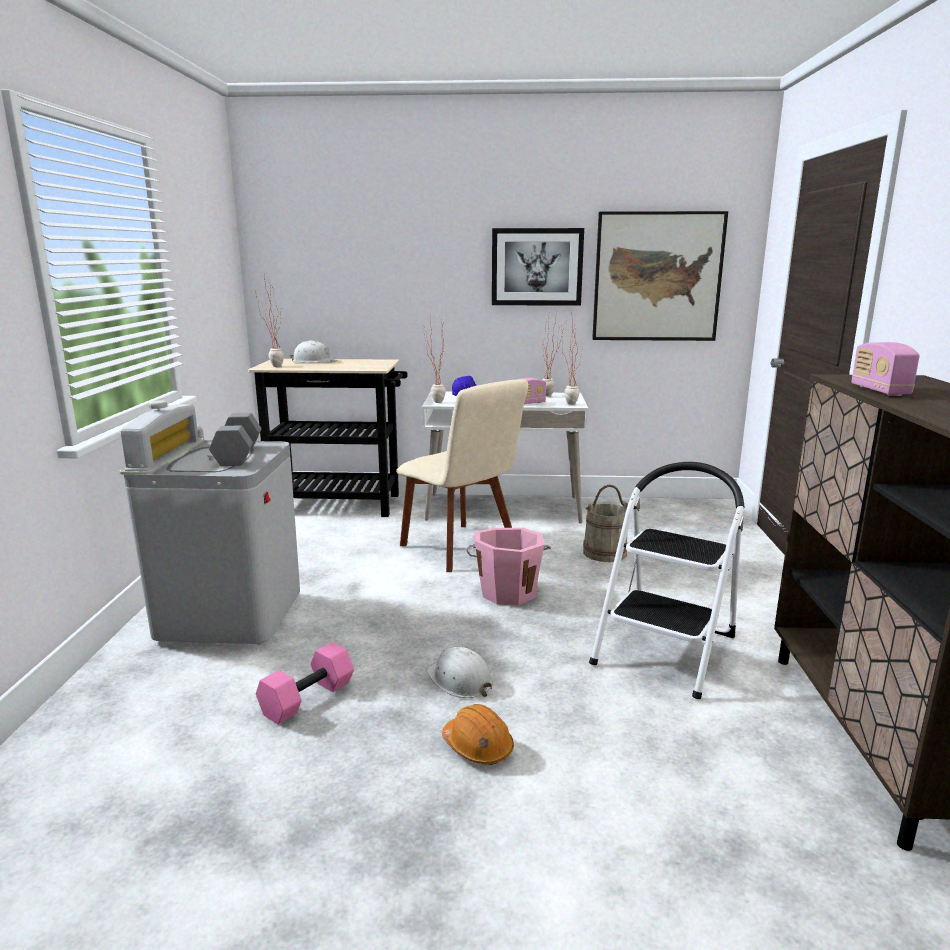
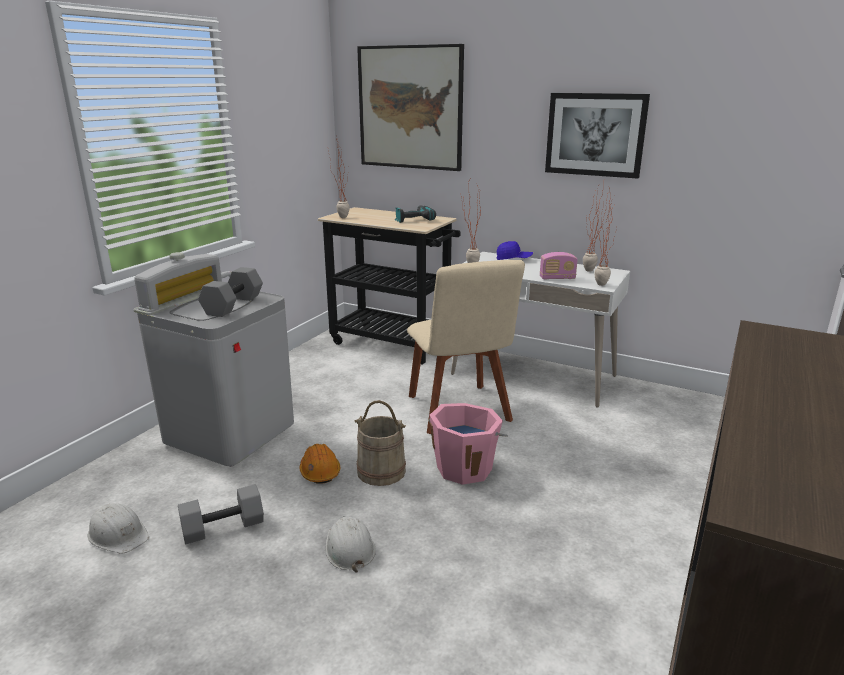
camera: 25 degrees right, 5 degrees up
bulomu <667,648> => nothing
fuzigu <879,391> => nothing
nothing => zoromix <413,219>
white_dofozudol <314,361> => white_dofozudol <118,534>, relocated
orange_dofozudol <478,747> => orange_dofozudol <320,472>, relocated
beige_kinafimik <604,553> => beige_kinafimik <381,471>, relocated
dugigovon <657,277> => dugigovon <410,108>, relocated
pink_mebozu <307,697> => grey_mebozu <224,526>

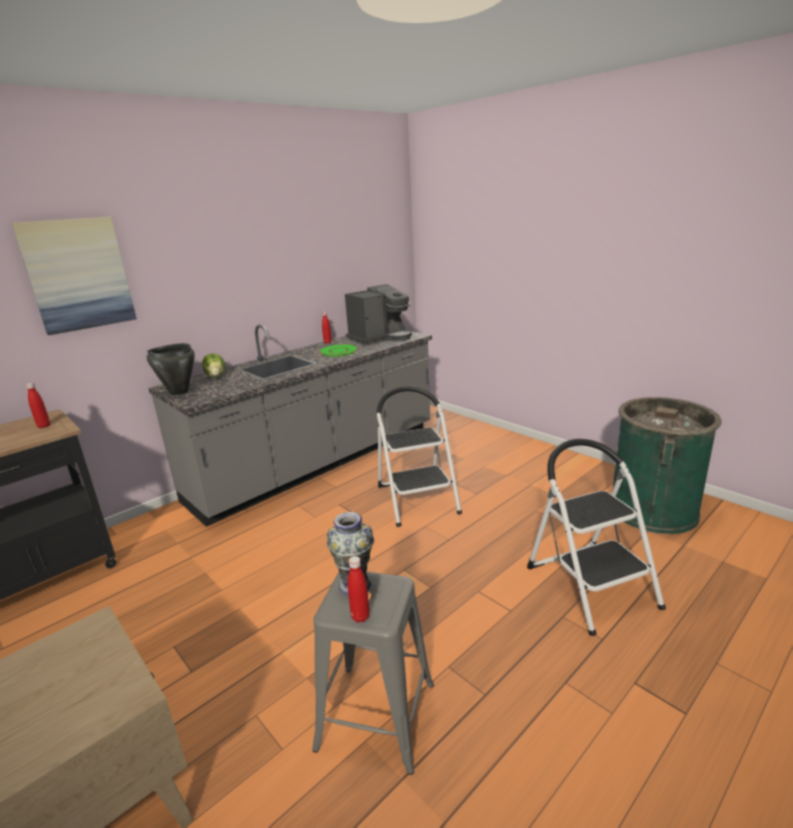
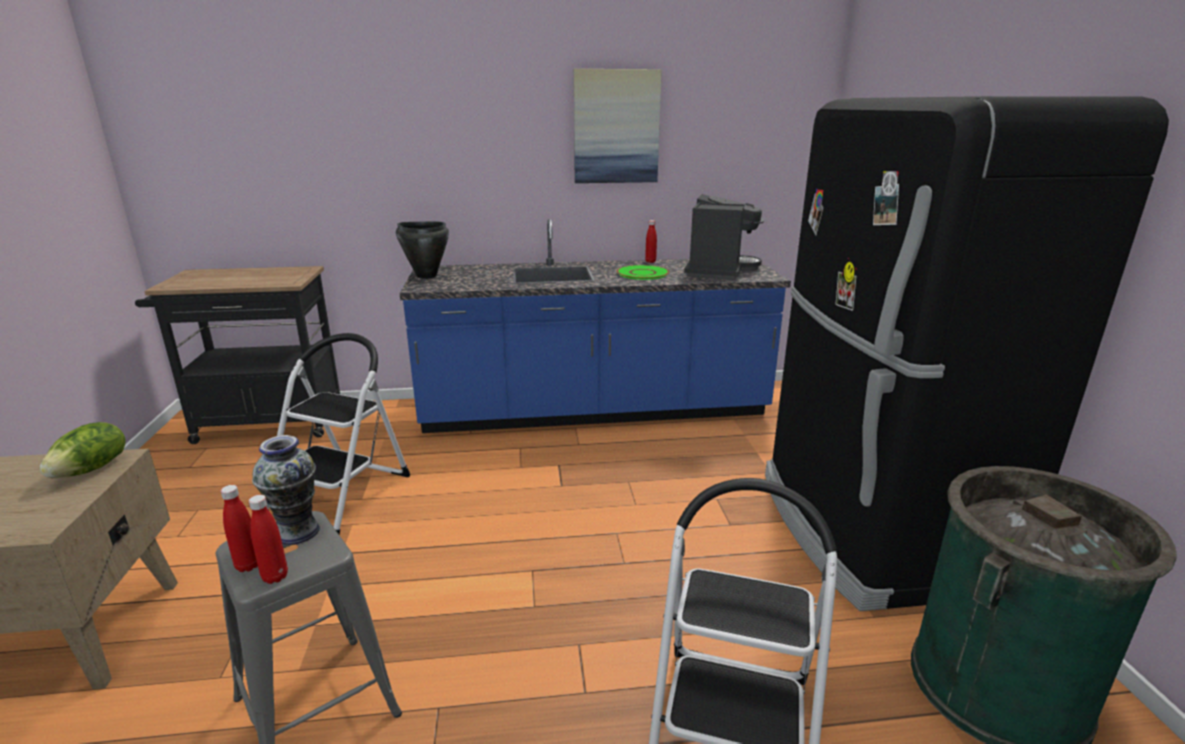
camera: 35 degrees right, 0 degrees up
nothing => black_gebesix <870,530>
dugigovon <78,274> => dugigovon <616,127>, relocated
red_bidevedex <44,426> => red_bidevedex <275,577>, relocated
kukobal <216,376> => kukobal <92,469>, relocated
bulomu <417,498> => bulomu <343,492>, relocated
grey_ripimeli <319,463> => blue_ripimeli <594,411>
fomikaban <380,338> => fomikaban <718,270>, 75 degrees counterclockwise

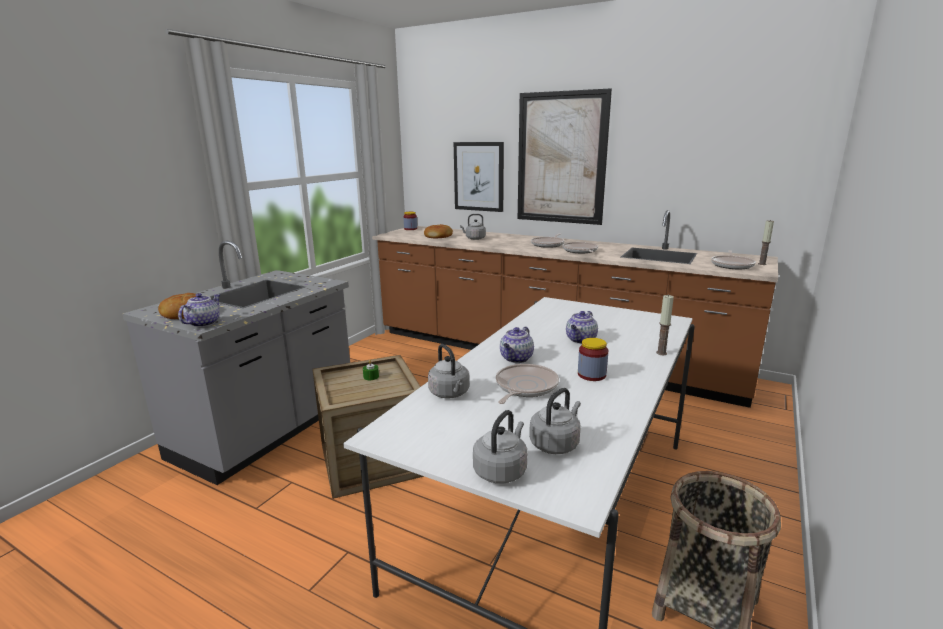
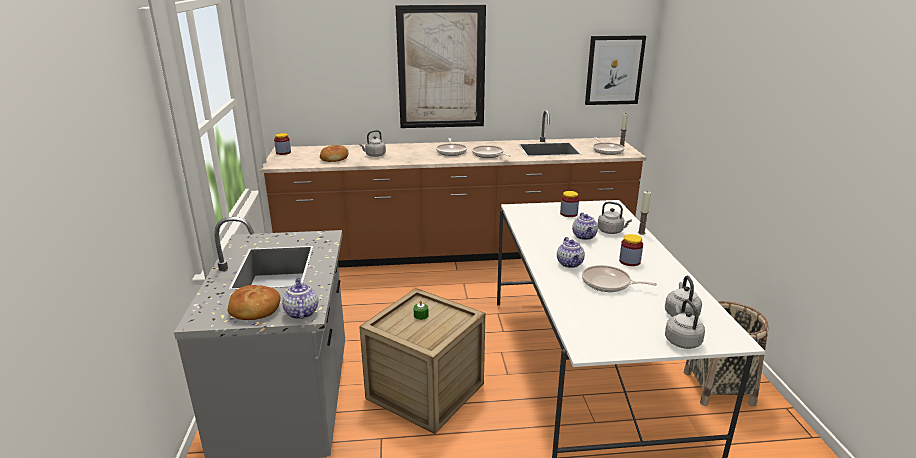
camera: 35 degrees left, 5 degrees up
nothing => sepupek <568,214>
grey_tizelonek <450,394> => grey_tizelonek <611,231>, relocated
dugigovon <479,176> => dugigovon <614,70>, relocated
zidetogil <524,387> => zidetogil <608,283>, 60 degrees counterclockwise

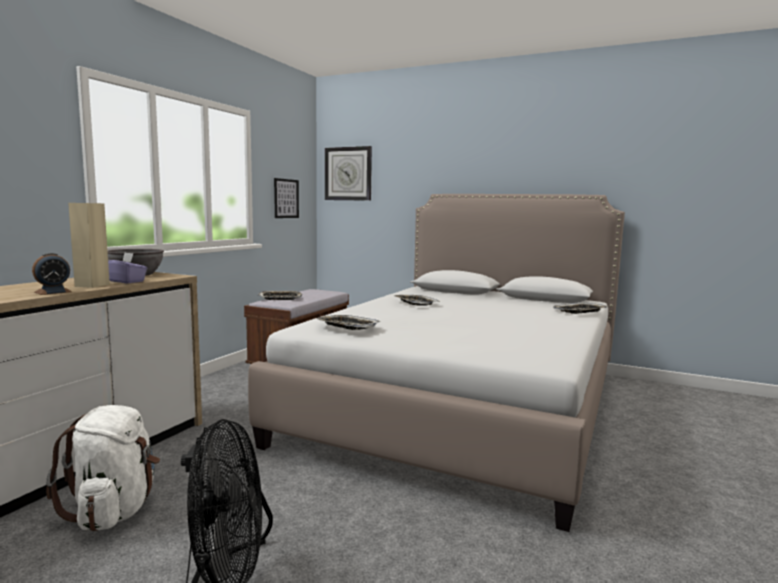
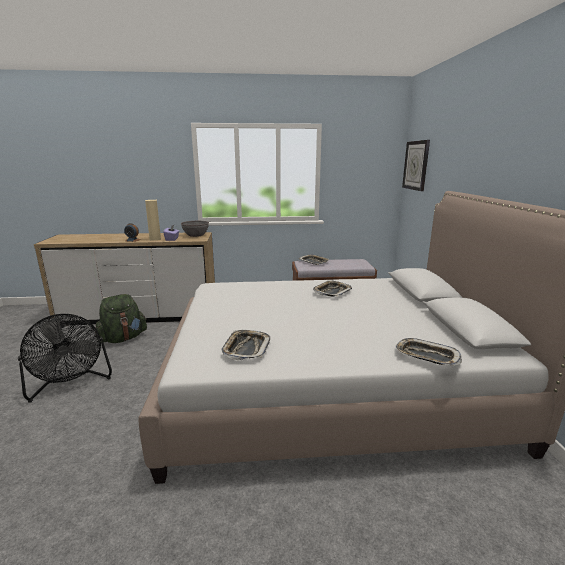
camera: 60 degrees right, 10 degrees up
dugigovon <286,198> => nothing
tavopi <347,326> => tavopi <246,348>, relocated
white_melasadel <114,510> => green_melasadel <123,338>

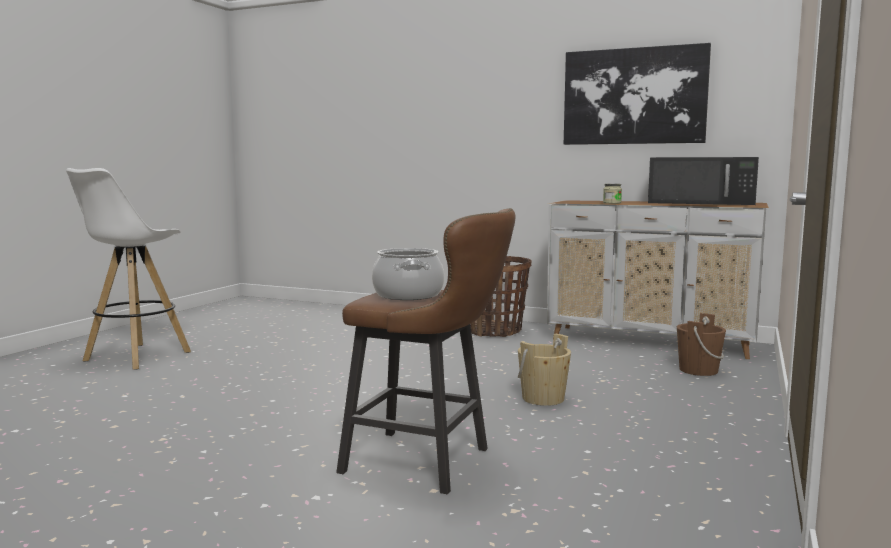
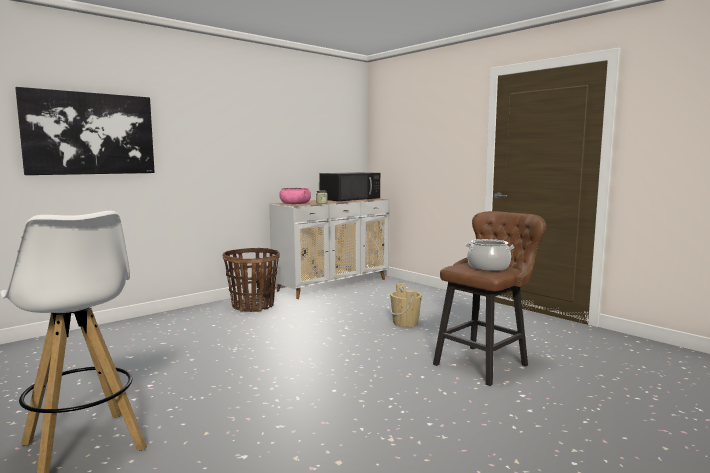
camera: 65 degrees left, 0 degrees up
brown_kinafimik <698,370> => nothing
nothing => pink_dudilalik <295,203>
dugigovon <634,96> => dugigovon <90,133>, relocated

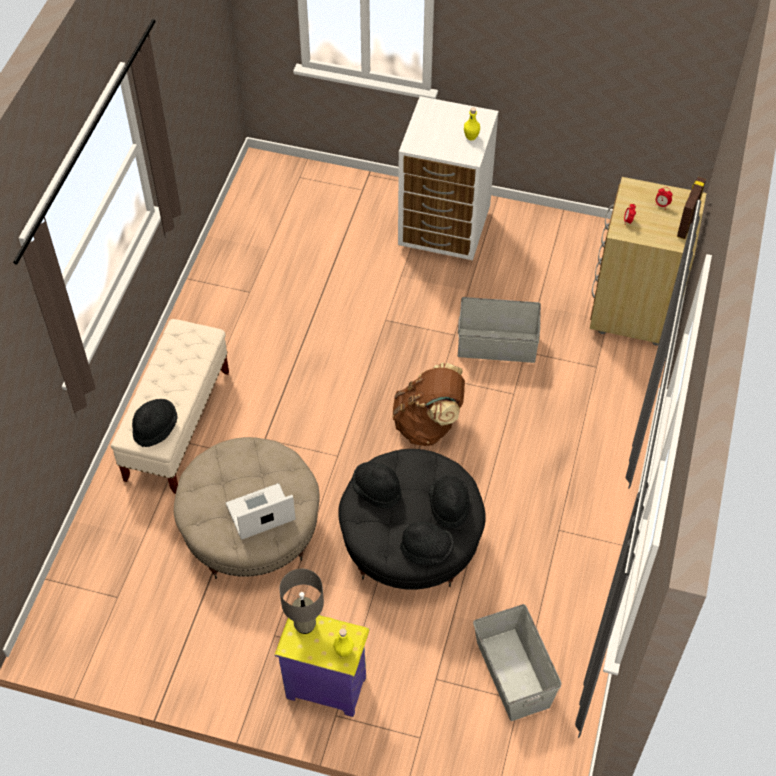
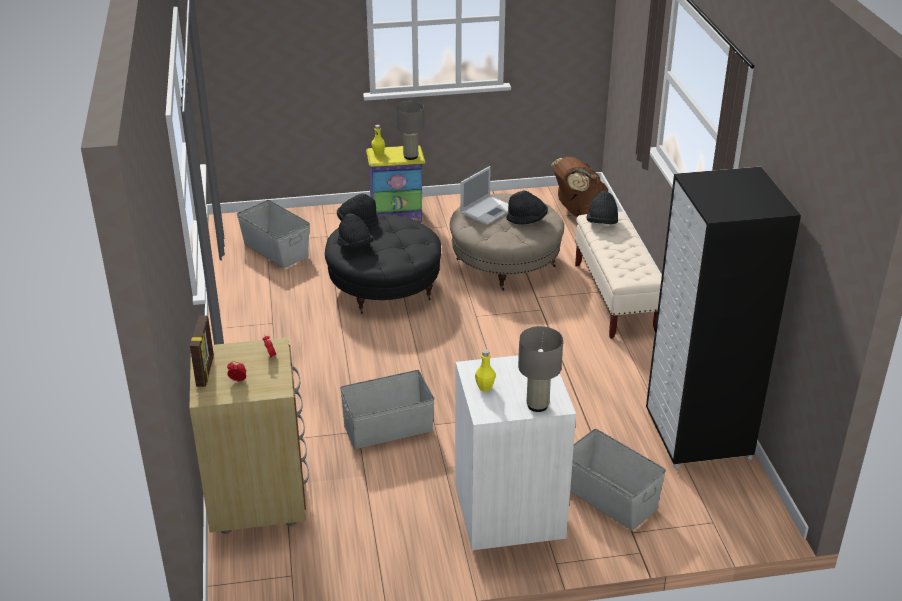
camera: 155 degrees right, 20 degrees down
nothing => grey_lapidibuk <538,405>
nothing => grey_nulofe <609,498>
nothing => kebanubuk <698,436>
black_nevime <377,490> => black_nevime <527,220>, relocated
brown_melasadel <428,424> => brown_melasadel <578,212>, relocated

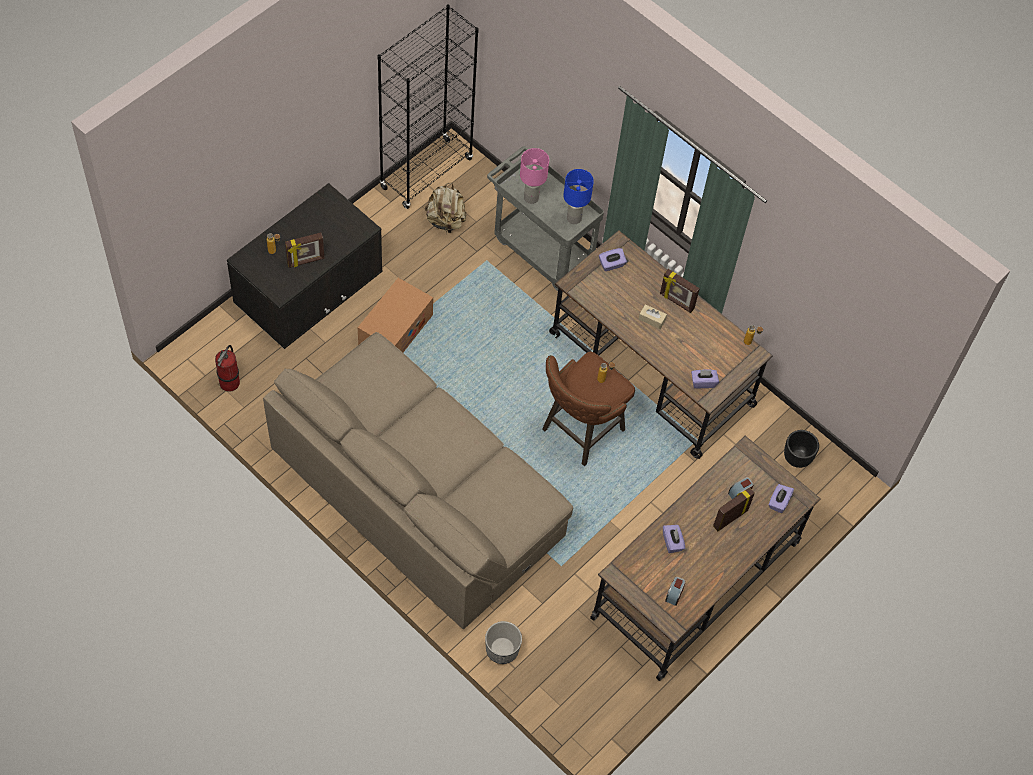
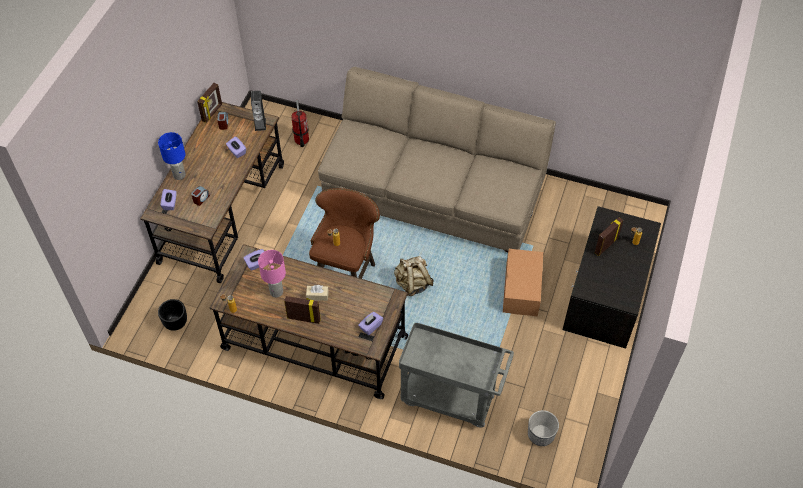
camera: 160 degrees right, 5 degrees down
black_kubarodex <426,173> => nothing
nothing => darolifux <260,124>
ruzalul <230,382> => ruzalul <301,140>, relocated
beige_melasadel <446,221> => beige_melasadel <413,284>, relocated
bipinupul <501,650> => bipinupul <541,434>, relocated
pink_lapidibuk <531,197> => pink_lapidibuk <276,292>, relocated
blue_lapidibuk <573,218> => blue_lapidibuk <179,175>, relocated
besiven <730,518> => besiven <212,113>, relocated

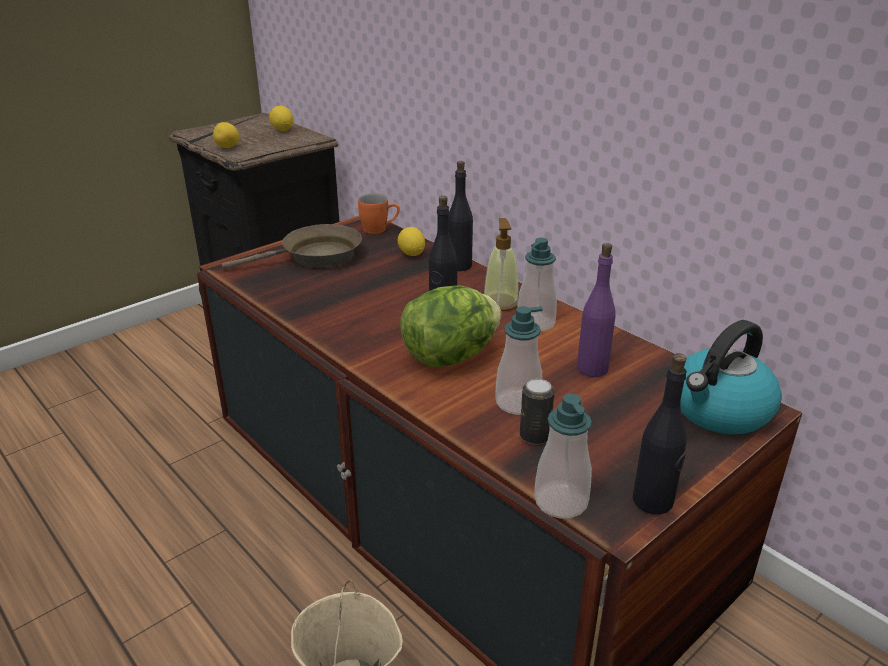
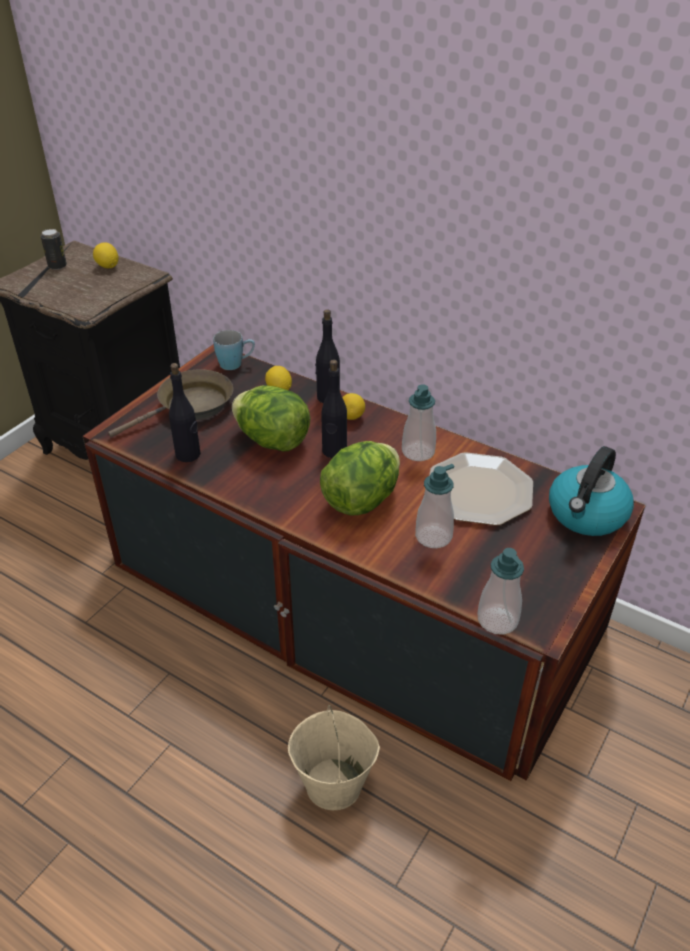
camera: 15 degrees left, 10 degrees up
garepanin <500,303> => nothing
nothing => kukobal <272,441>
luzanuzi <228,147> => luzanuzi <352,417>, relocated
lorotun <535,436> => lorotun <57,266>, relocated
black_bidevedex <653,501> => black_bidevedex <188,454>, relocated
purple_bidevedex <592,368> => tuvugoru <479,491>
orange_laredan <380,230> => blue_laredan <236,364>

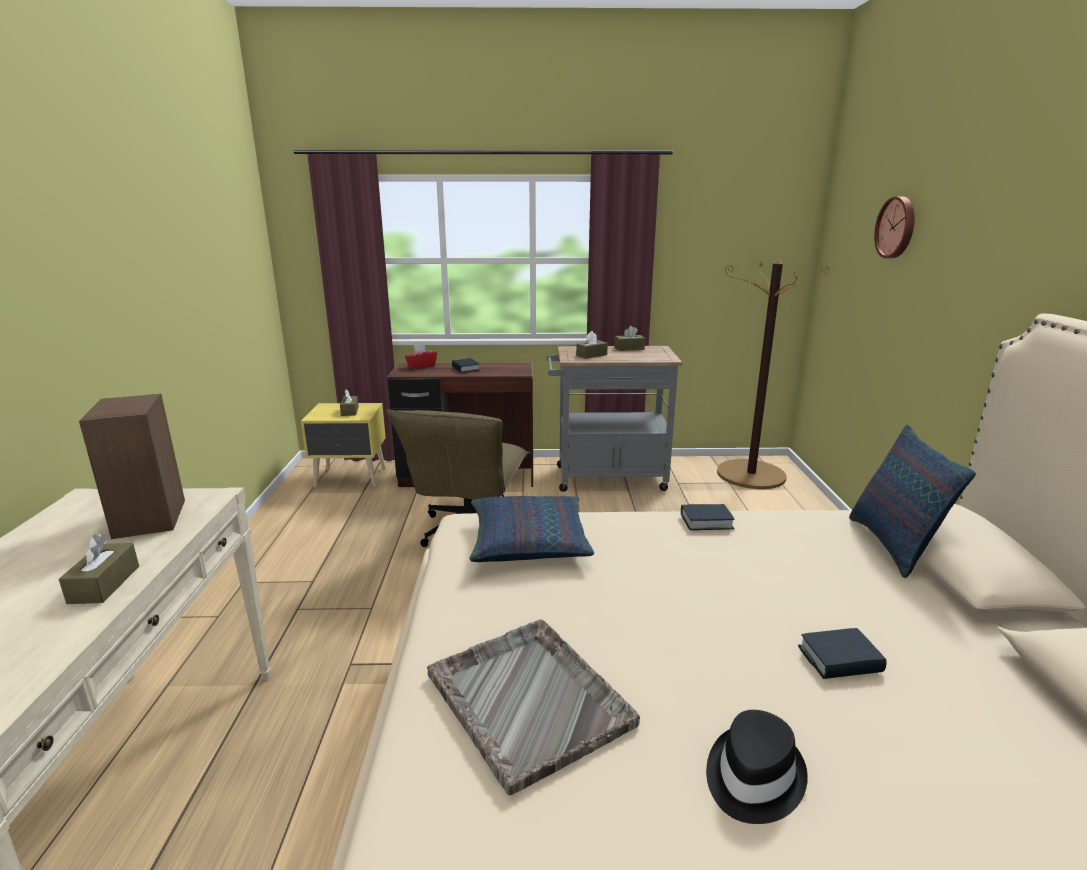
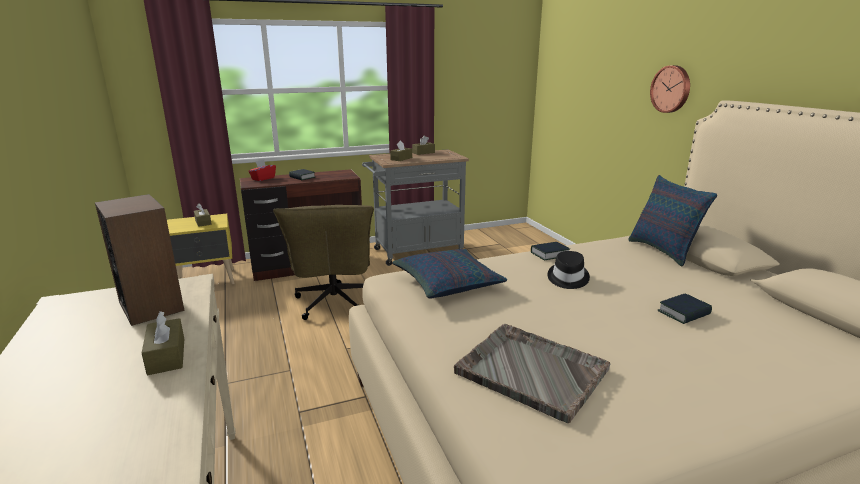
camera: 20 degrees left, 0 degrees up
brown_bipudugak <751,474> => nothing
black_nevime <752,777> => black_nevime <567,278>, relocated
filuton <897,227> => filuton <671,89>, relocated

